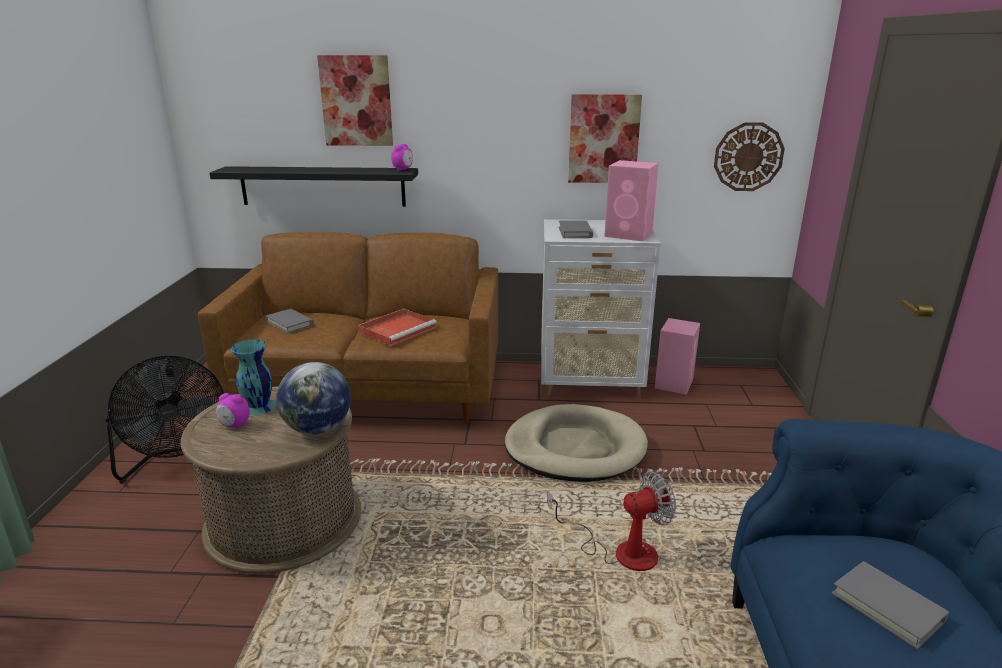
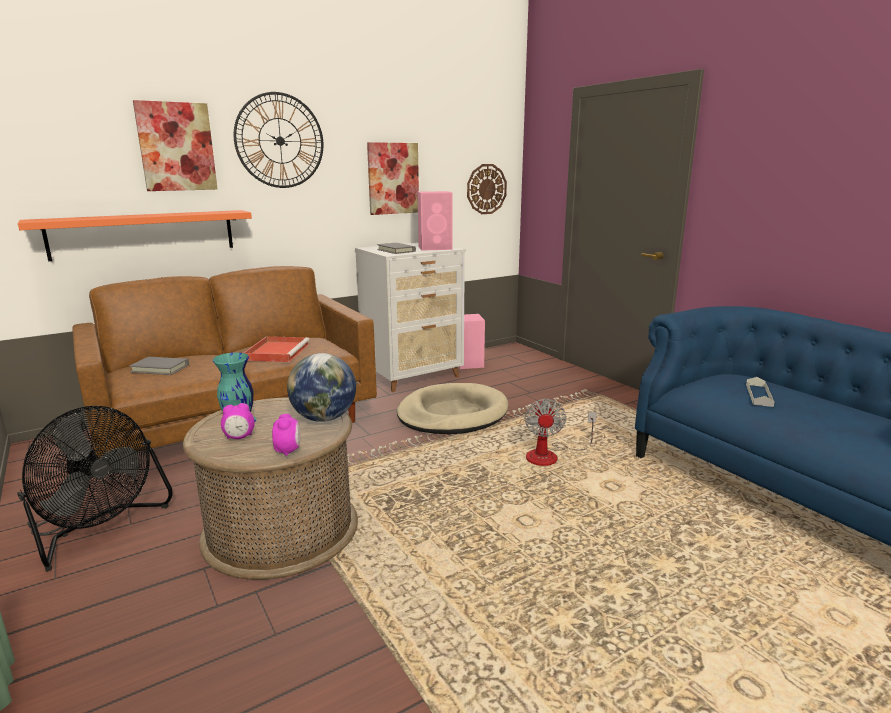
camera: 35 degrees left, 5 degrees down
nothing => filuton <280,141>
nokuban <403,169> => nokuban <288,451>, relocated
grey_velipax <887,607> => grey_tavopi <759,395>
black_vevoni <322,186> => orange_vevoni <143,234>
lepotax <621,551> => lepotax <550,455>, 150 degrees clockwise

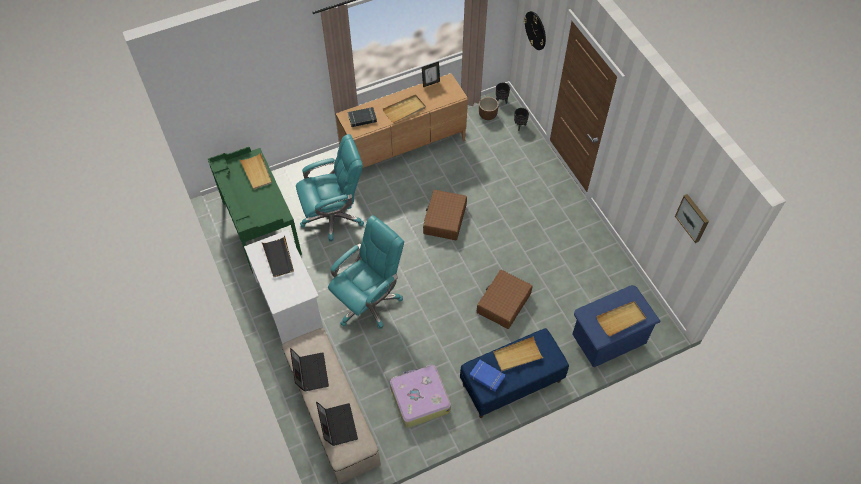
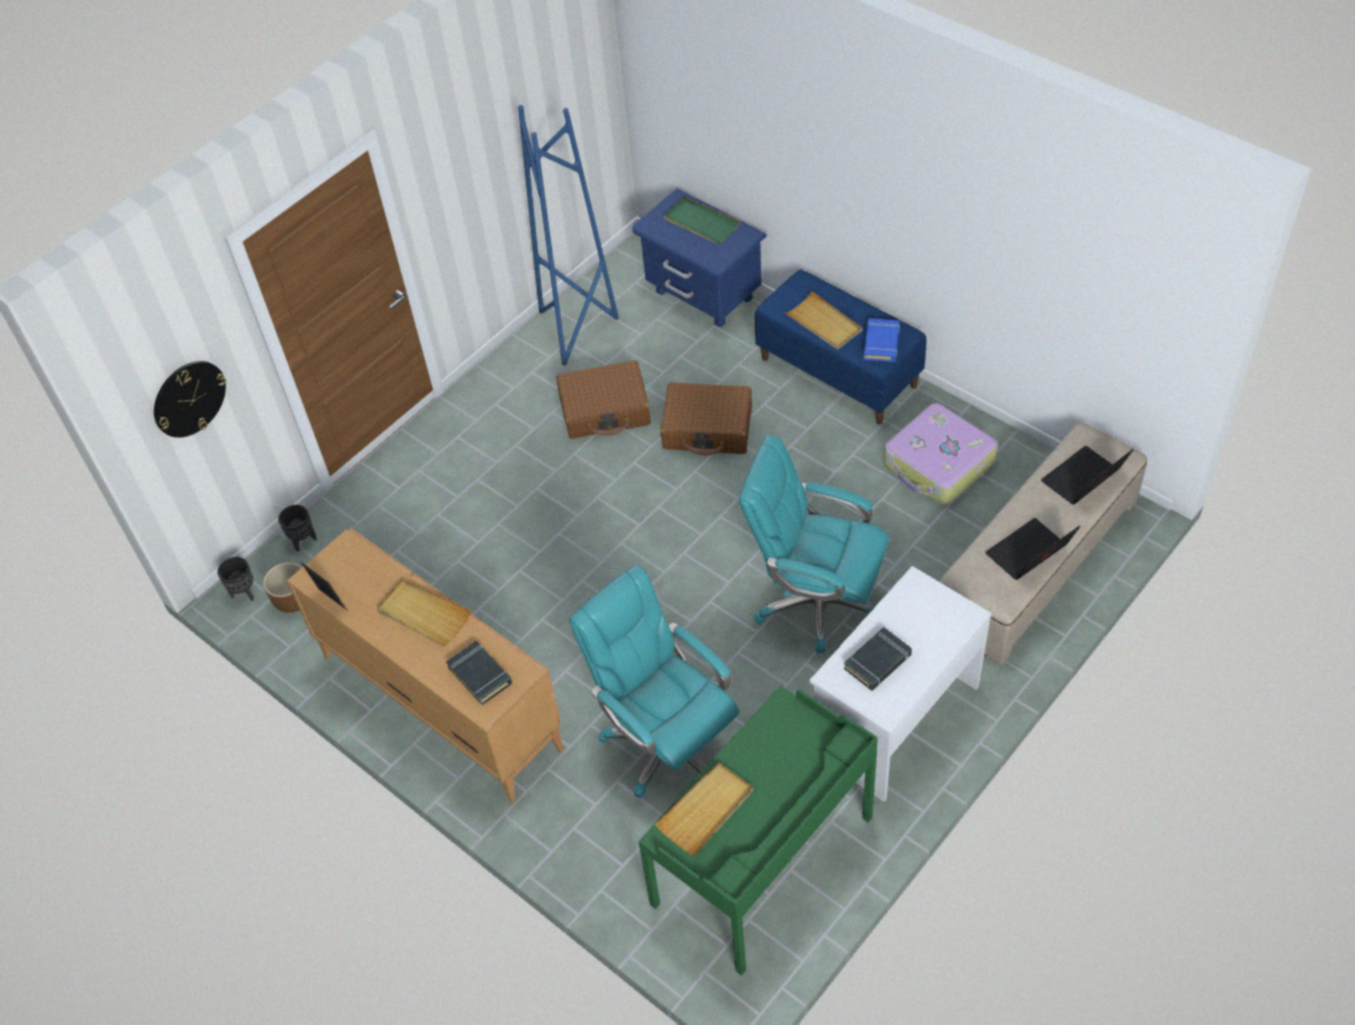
camera: 110 degrees left, 5 degrees down
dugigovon <693,218> => nothing
nothing => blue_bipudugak <574,331>
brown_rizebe <444,219> => brown_rizebe <605,409>, relocated
black_tavopi <278,258> => black_velipax <878,662>
beige_tavopi <621,319> => green_tavopi <701,223>

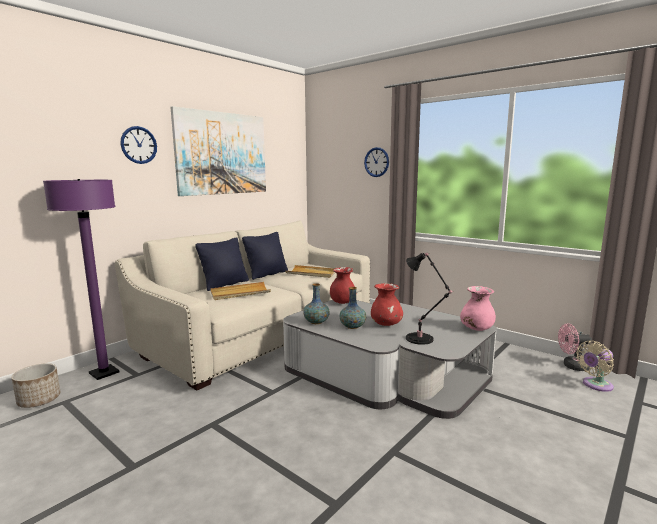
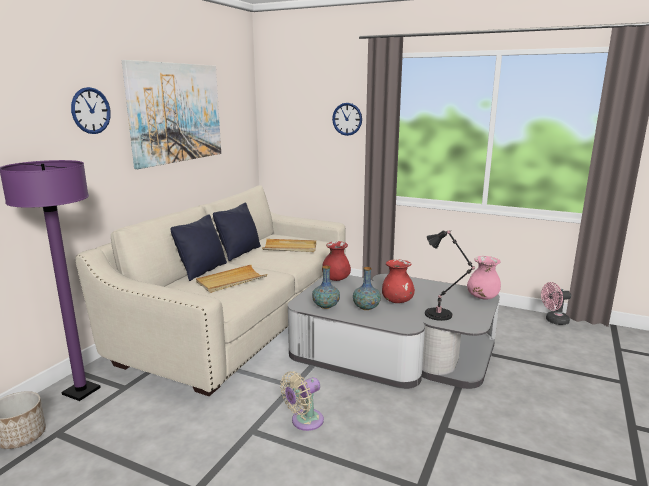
camera: 15 degrees left, 5 degrees up
beige_lepotax <595,385> => beige_lepotax <304,421>, relocated

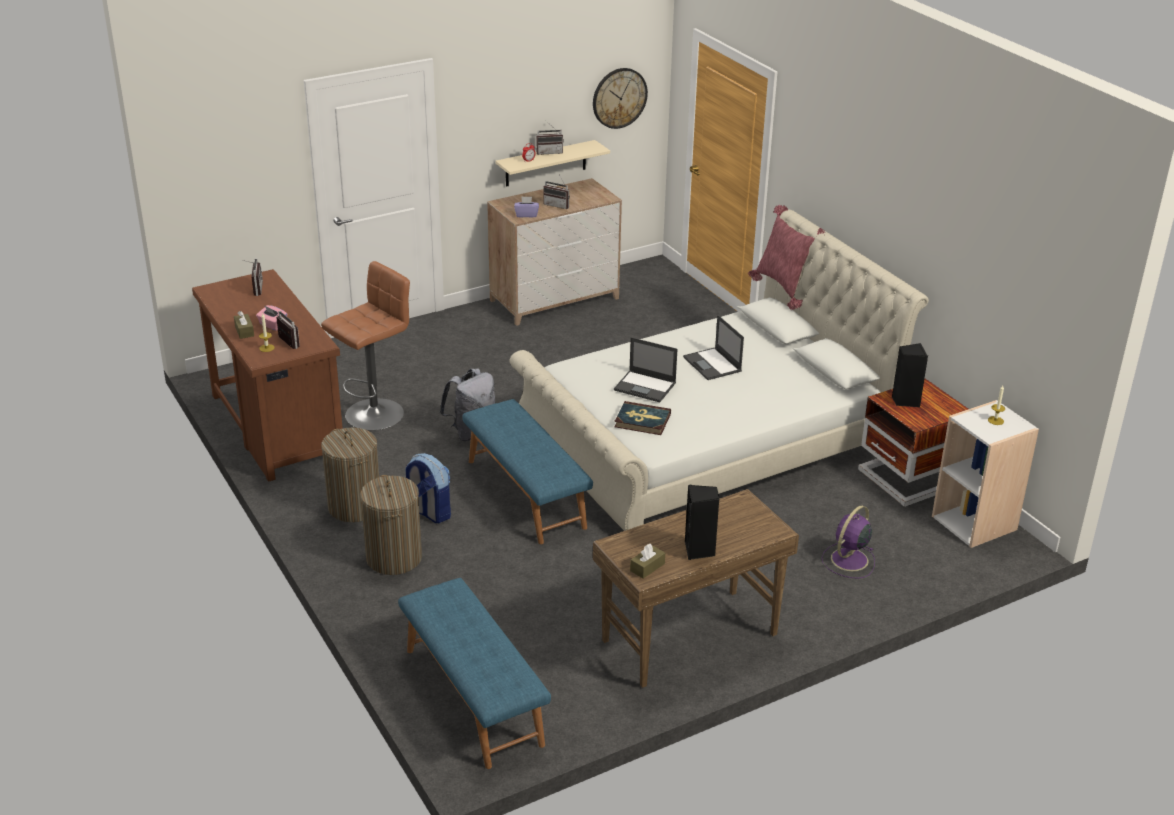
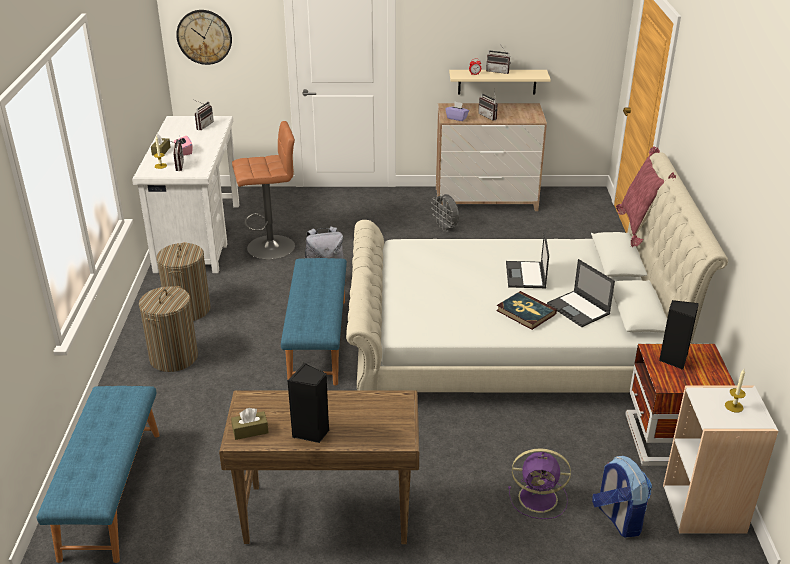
camera: 30 degrees right, 0 degrees up
nothing => grey_lepotax <446,228>
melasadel <428,512> => melasadel <617,518>, relocated
filuton <619,98> => filuton <204,37>, relocated
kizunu <645,387> => kizunu <579,309>, relocated
velipax <642,420> => velipax <525,312>, relocated
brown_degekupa <275,427> => white_degekupa <197,237>
purple_lepotax <848,560> => purple_lepotax <539,498>, 150 degrees counterclockwise

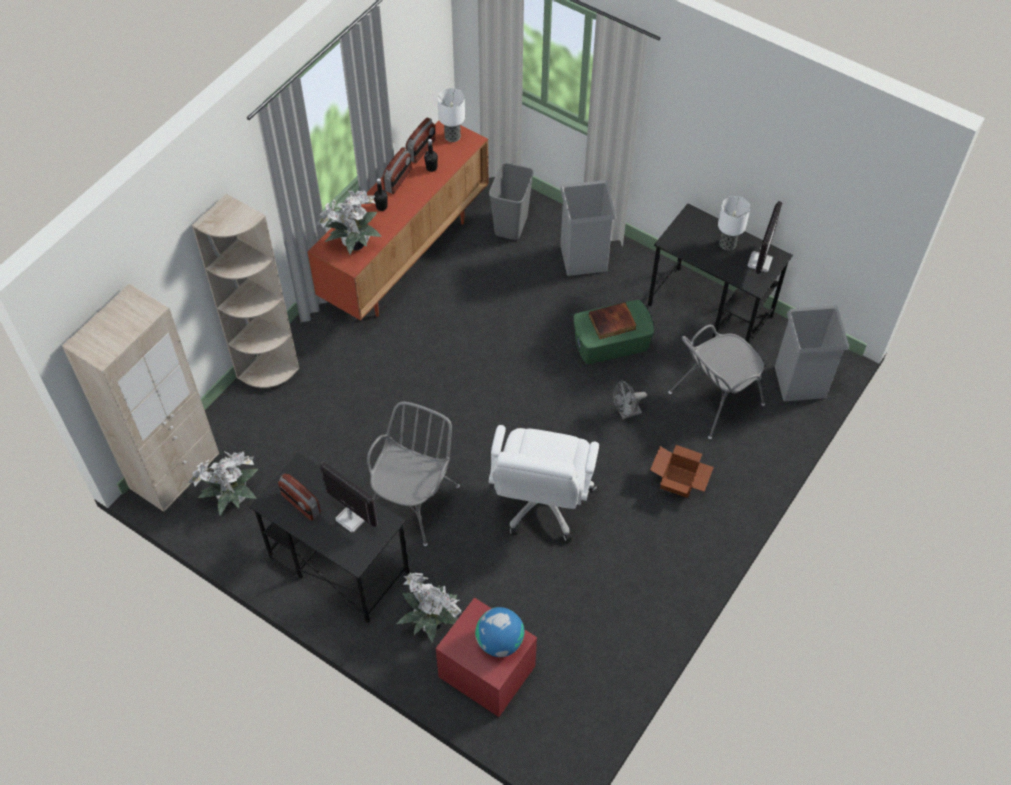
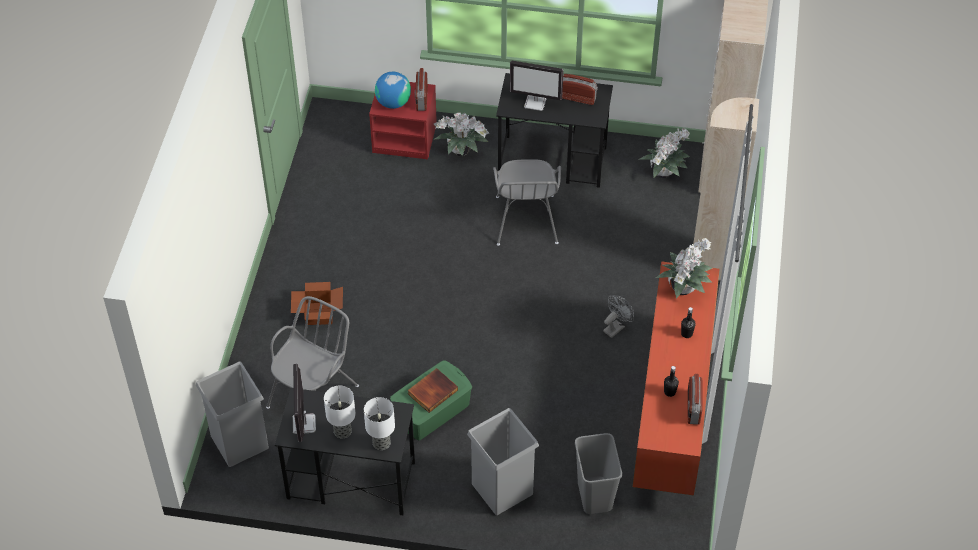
camera: 155 degrees right, 5 degrees down
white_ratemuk <541,506> => nothing
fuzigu <398,180> => fuzigu <421,99>, relocated
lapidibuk <452,136> => lapidibuk <382,443>, relocated
grey_lepotax <626,413> => grey_lepotax <616,327>, relocated

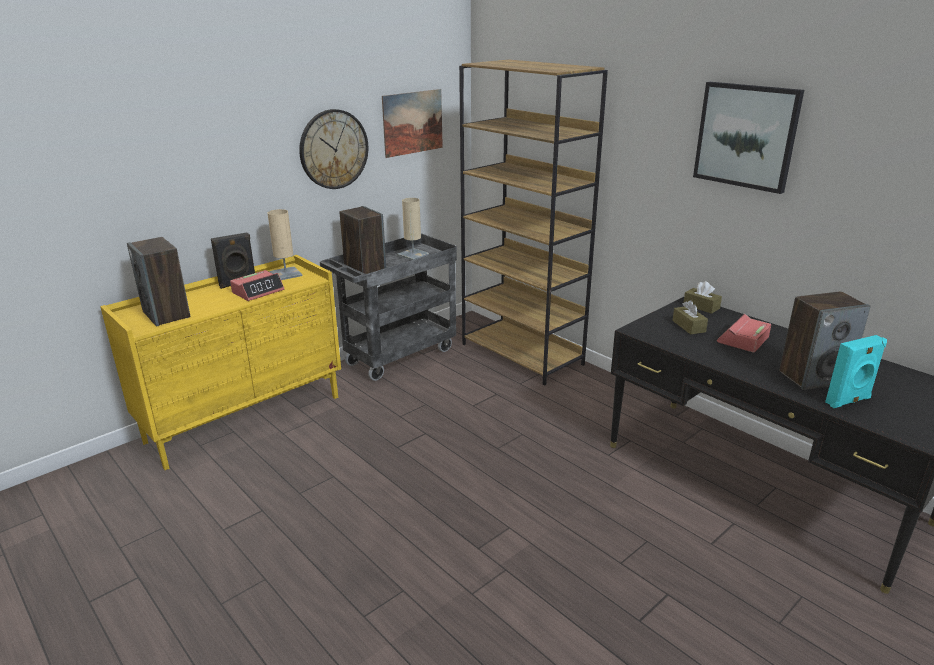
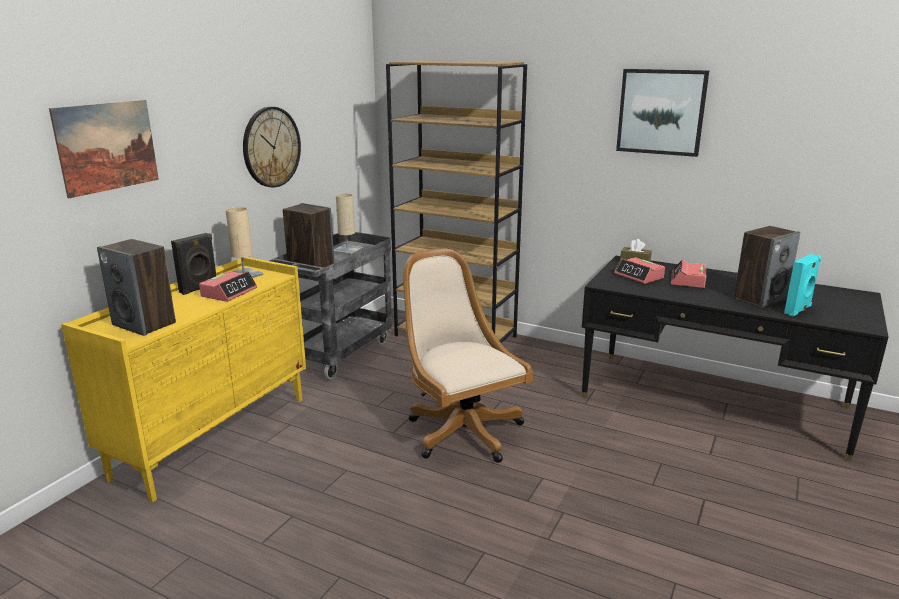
camera: 20 degrees left, 5 degrees down
nothing => ratemuk <460,428>
dugigovon <413,122> => dugigovon <107,146>, relocated
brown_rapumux <688,326> => nokuban <639,276>

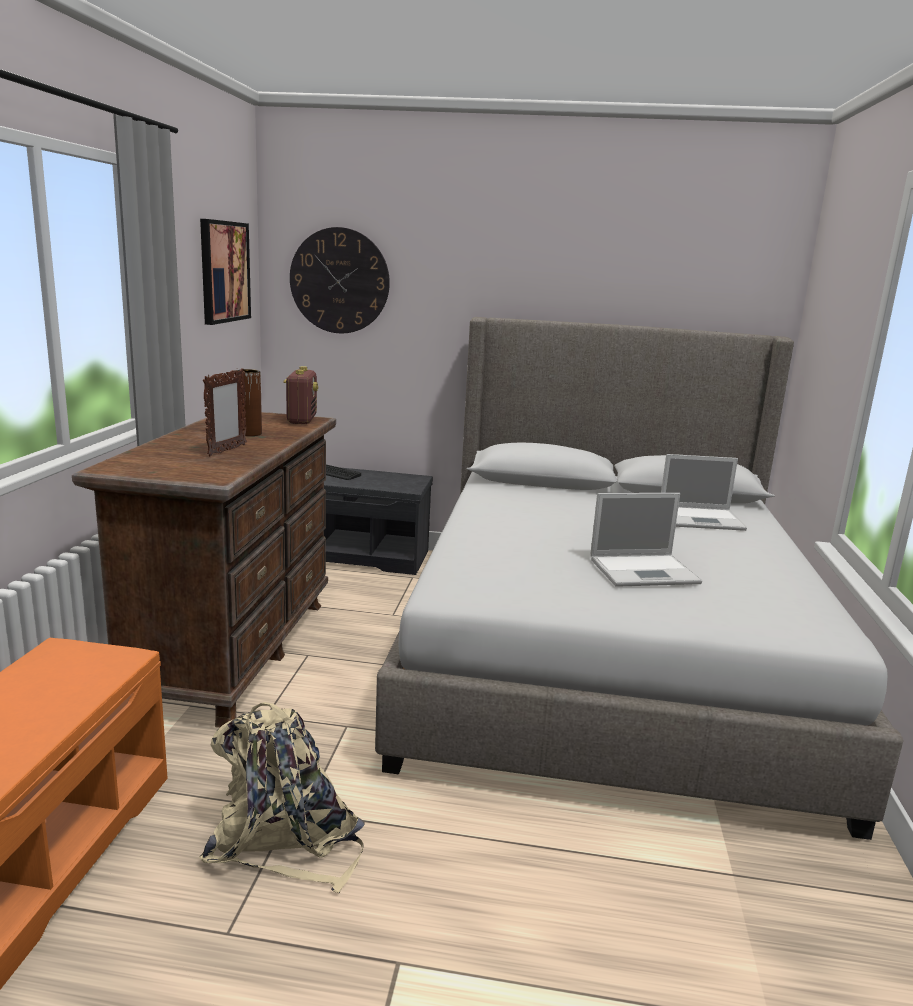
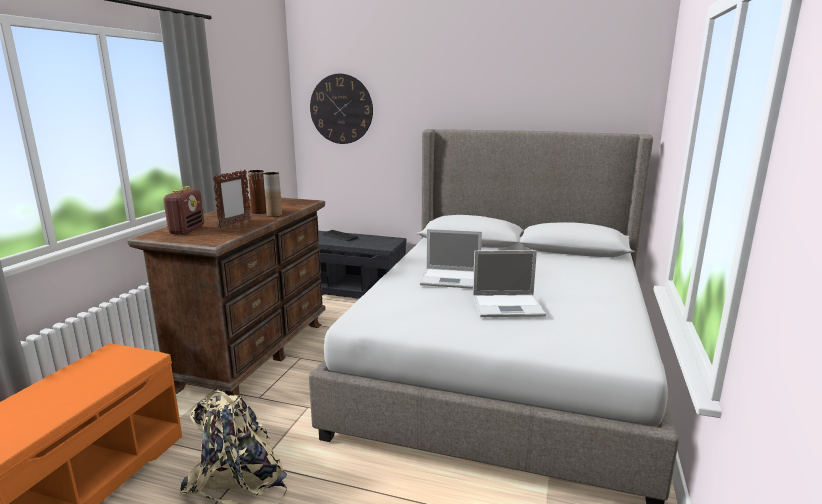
camera: 10 degrees right, 0 degrees up
dugigovon <224,271> => nothing
nothing => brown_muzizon <274,215>
fuzigu <301,420> => fuzigu <187,230>, relocated
kizunu <702,519> => kizunu <452,279>, relocated

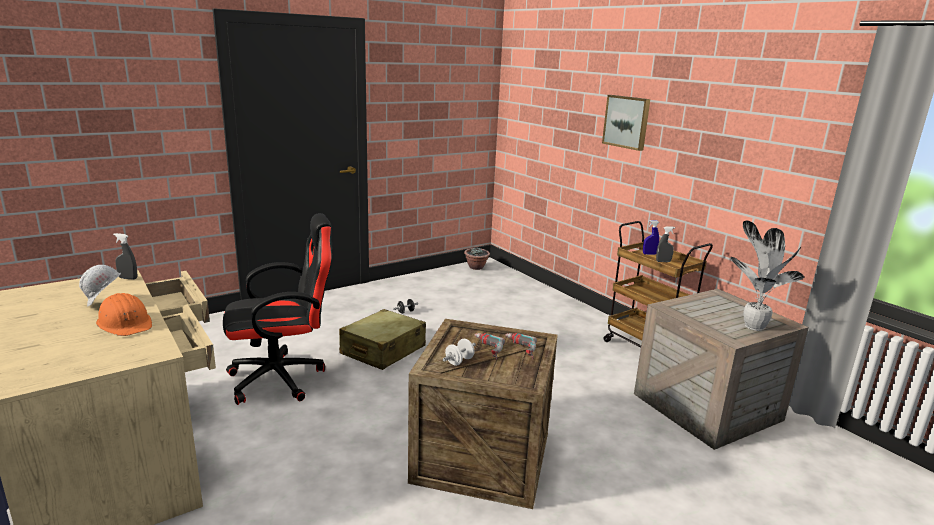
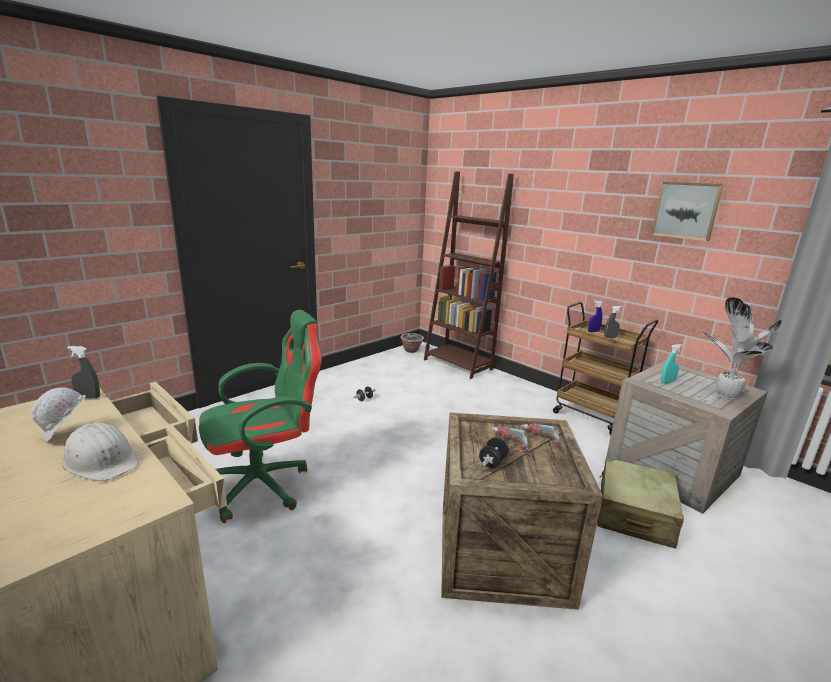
camera: 10 degrees left, 0 degrees up
nothing => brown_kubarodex <458,364>
nothing => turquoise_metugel <667,381>
beige_rizebe <383,350> => beige_rizebe <634,513>, relocated
dugigovon <627,122> => dugigovon <686,210>, relocated
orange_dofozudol <125,323> => white_dofozudol <102,461>
black_ratemuk <284,379> => green_ratemuk <267,485>
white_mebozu <459,361> => black_mebozu <492,462>

